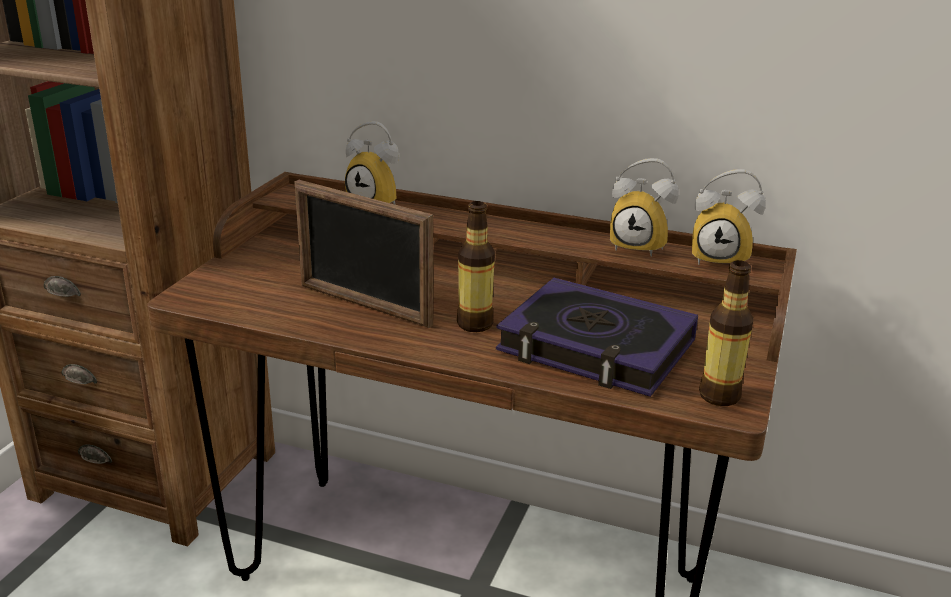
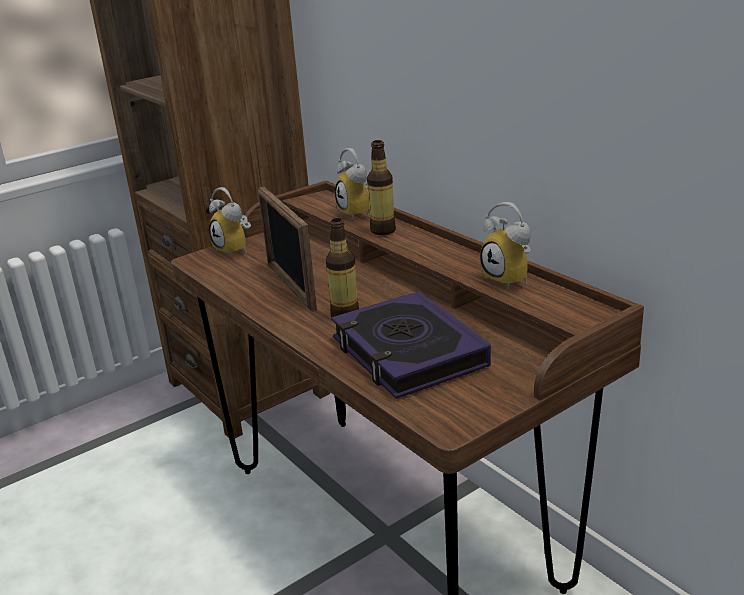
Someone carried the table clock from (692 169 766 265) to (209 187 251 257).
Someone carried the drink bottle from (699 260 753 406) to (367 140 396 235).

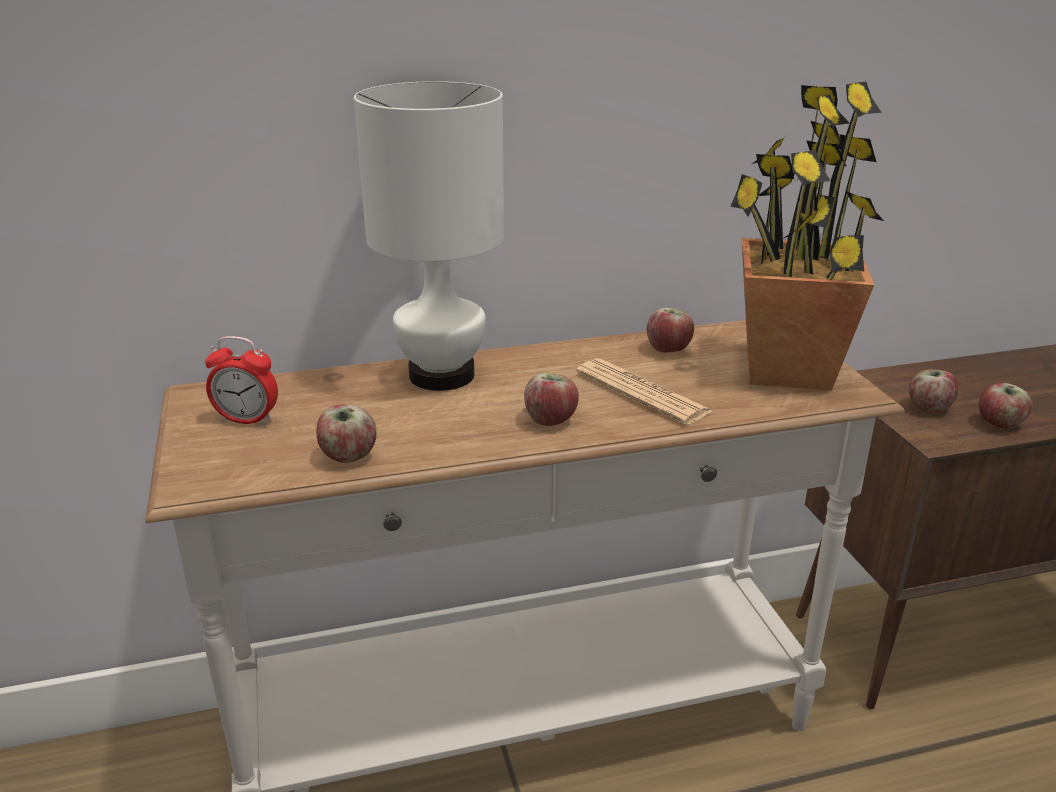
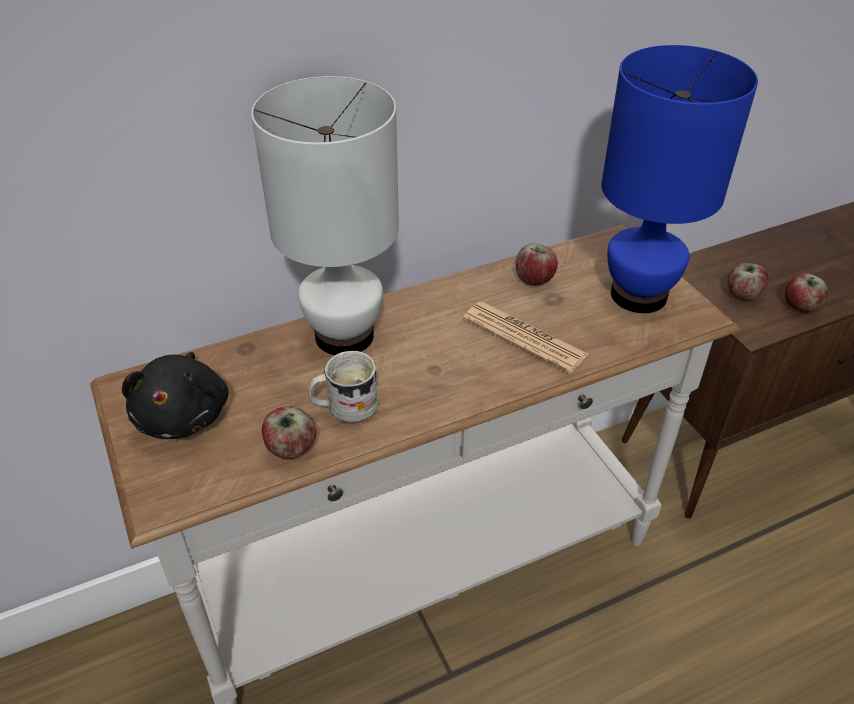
Someone swapped the table clock at (205 336 278 425) for the black-coloured soft toy at (122 352 229 439).
Someone put down the white coffee mug at (308 351 379 423).
Someone swapped the potted plant at (730 82 884 391) for the blue-coloured table lamp at (601 45 758 313).
Someone took away the apple fruit at (524 373 579 426).

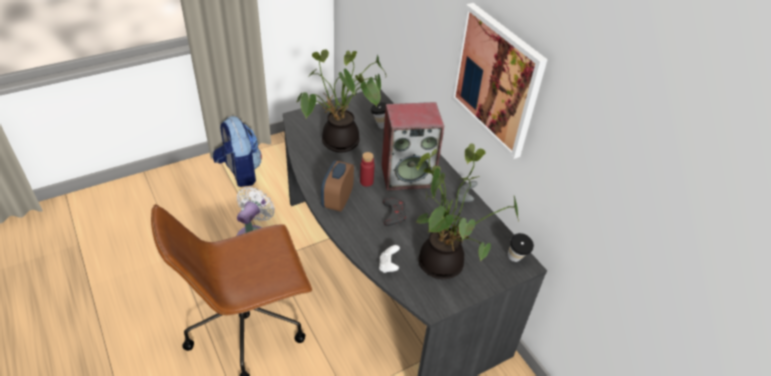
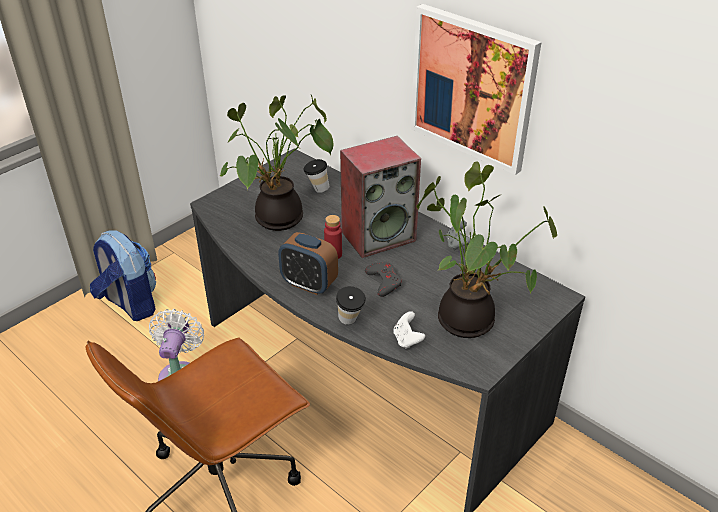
Someone rotated the table clock at (321 160 354 212) by 60 degrees counterclockwise.
Someone carried the drinking cup from (508 233 534 262) to (336 286 366 325).

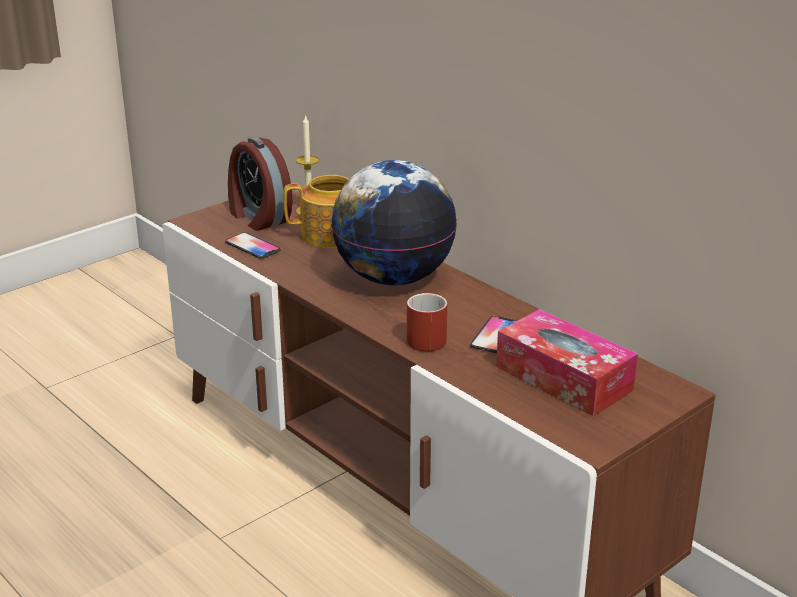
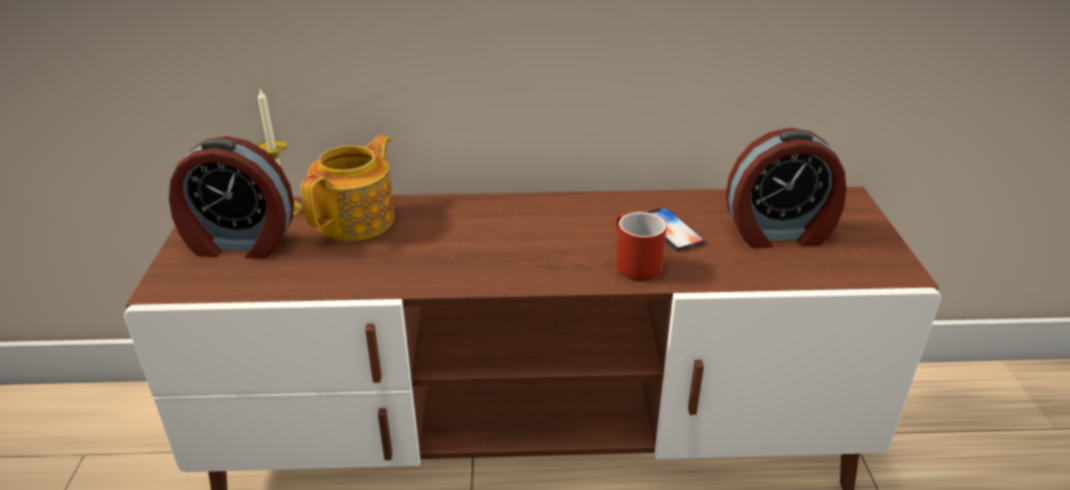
Someone swapped the box of tissues at (496 309 638 416) for the table clock at (726 128 847 248).
Someone took away the phone at (225 232 281 259).
Someone took away the desk globe at (331 160 457 285).

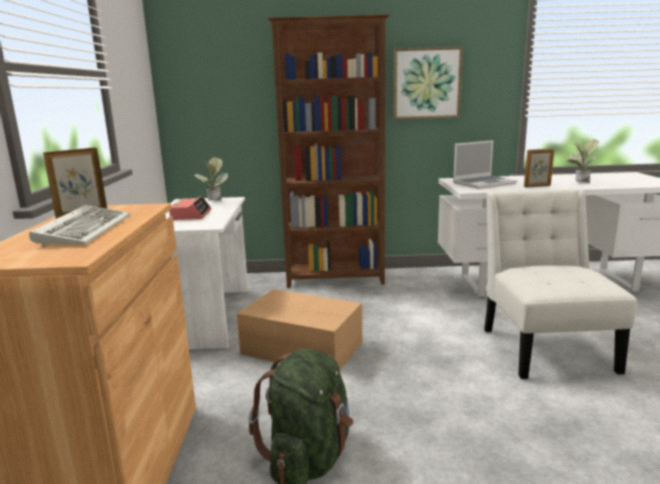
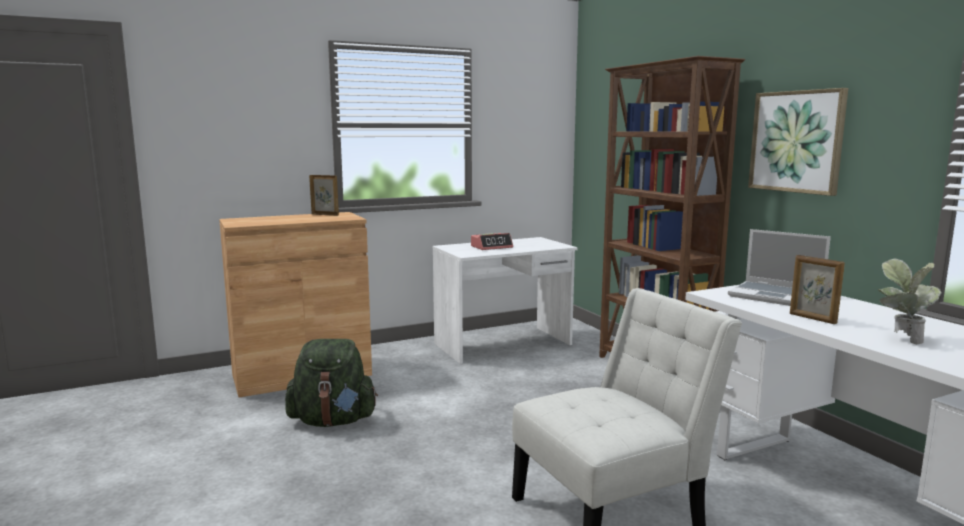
Someone took away the keyboard at (29 205 131 246).
Someone took away the potted plant at (195 157 228 201).
Someone took away the packing box at (237 289 362 370).

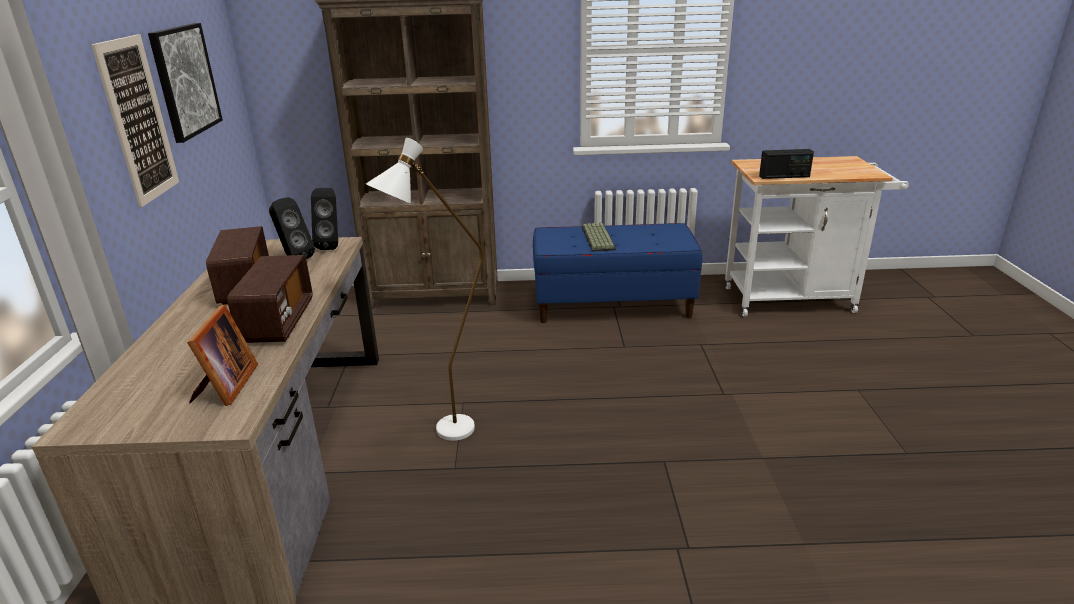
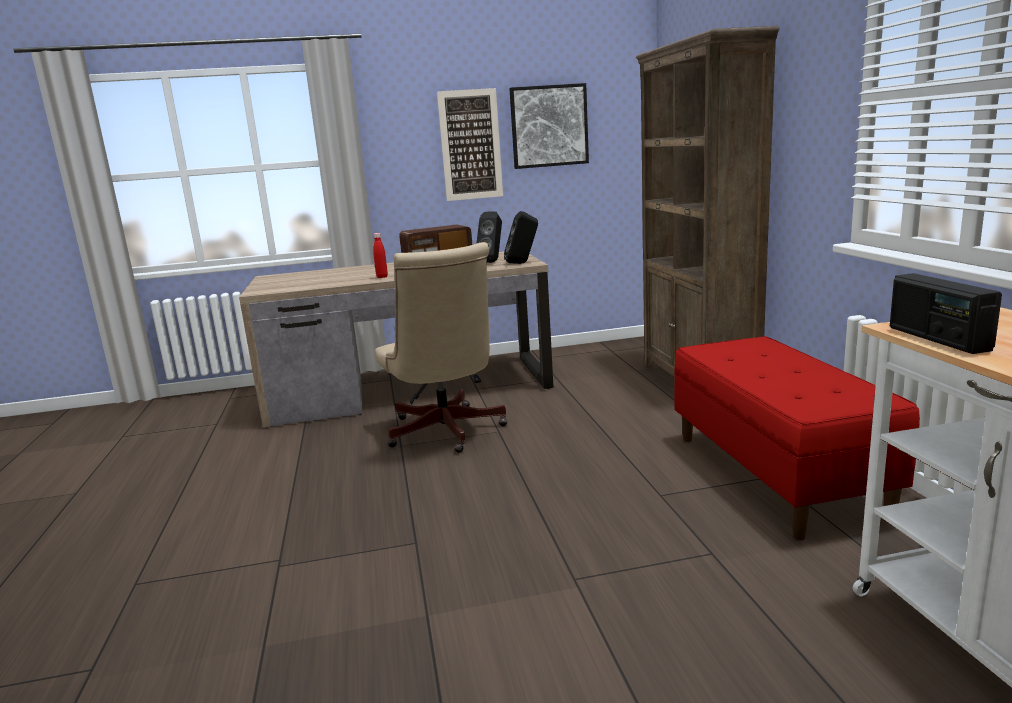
Someone swapped the radio receiver at (227 255 313 343) for the red drink bottle at (373 233 388 278).
Someone swapped the white floor lamp at (366 138 484 441) for the sand-coloured desk chair at (375 242 508 453).
Someone repainted the blue-coloured bench at (533 223 703 323), which became the red bench at (674 336 920 540).
Someone took away the picture frame at (187 304 258 406).
Someone took away the keyboard at (582 223 616 252).

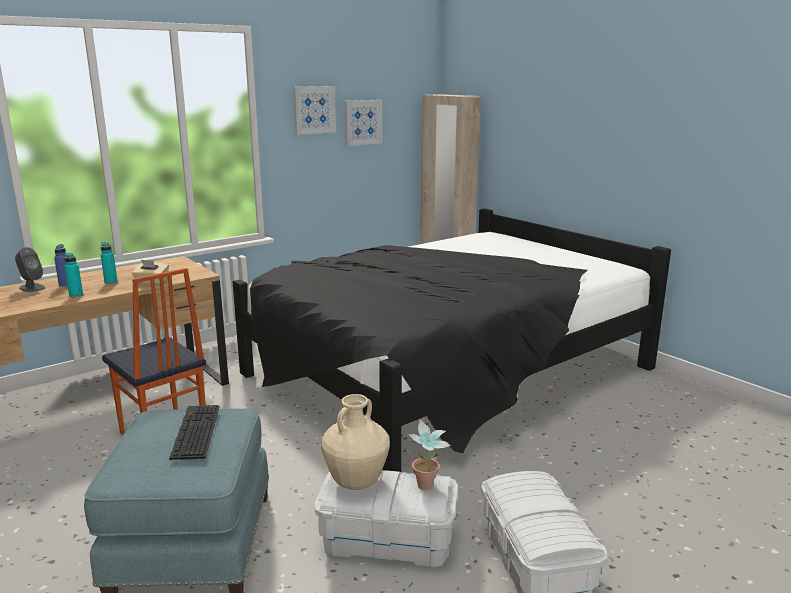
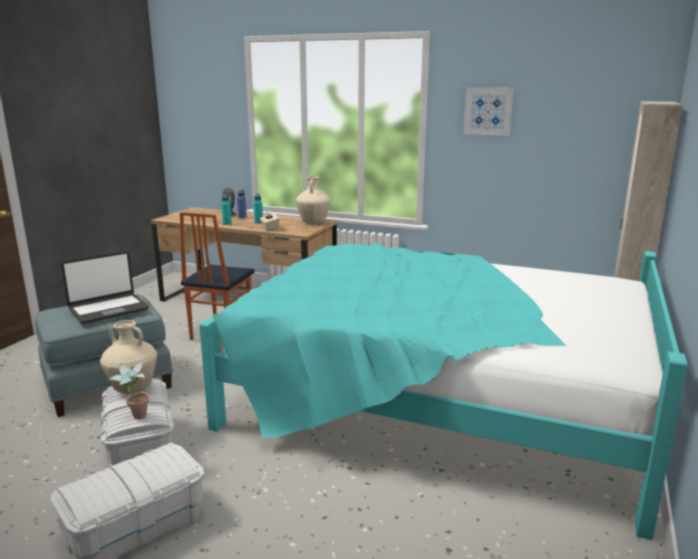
Someone swapped the keyboard at (169 405 219 461) for the notebook computer at (61 251 149 324).
Someone repainted the black-coloured bed at (233 209 671 472), which became the blue-green bed at (199 243 688 540).
Someone put down the sand-coloured flower vase at (296 176 331 225).
Someone took away the wall art at (345 100 382 146).

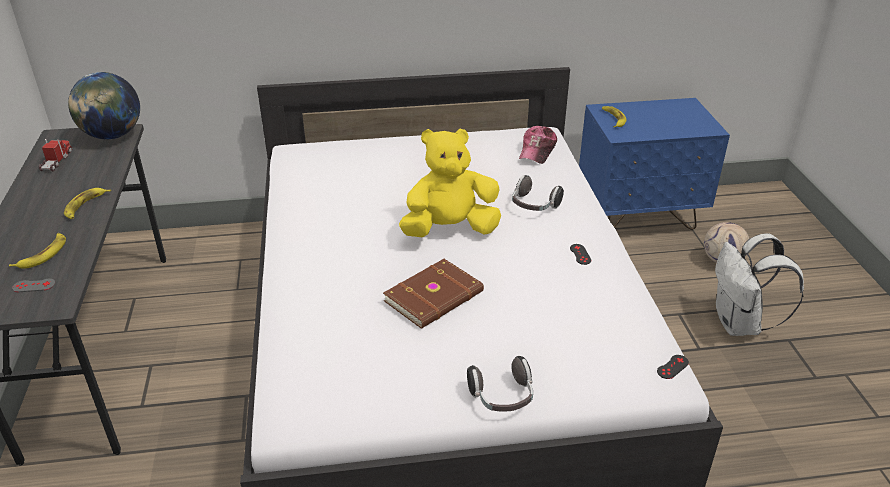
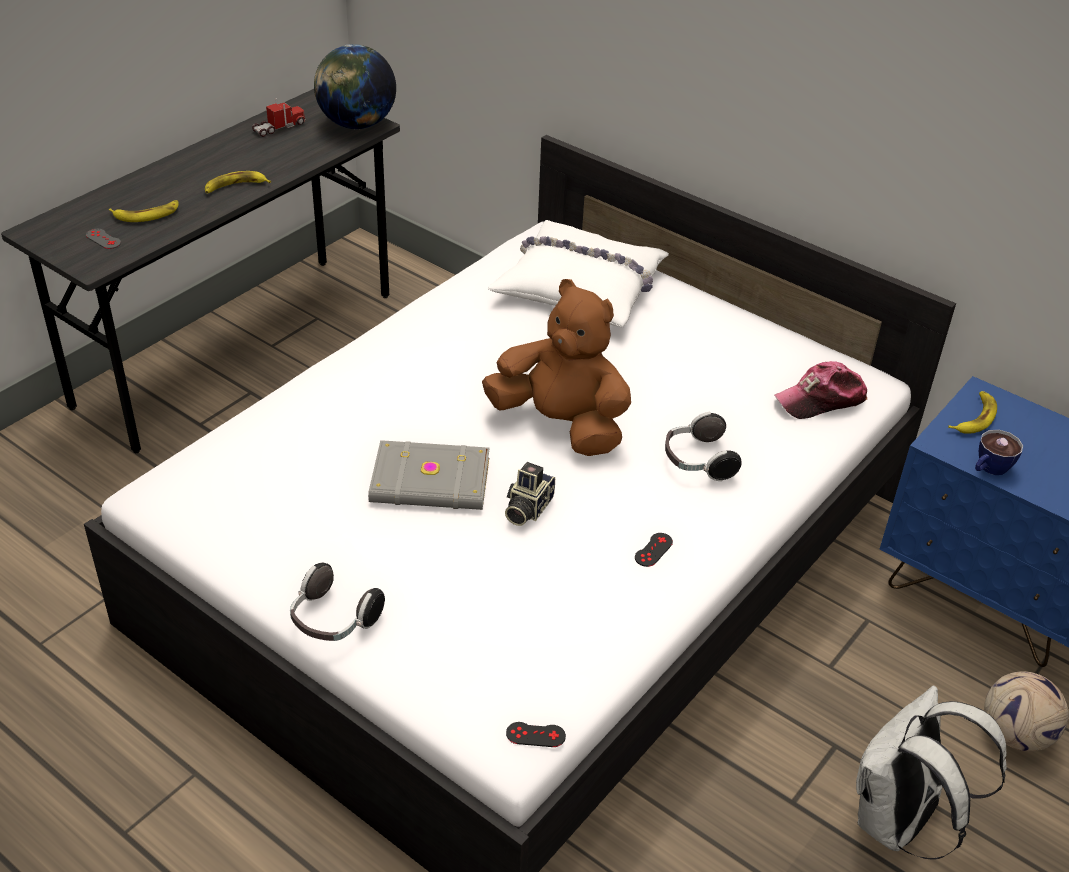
Someone repainted the brown book at (383 259 484 329), which became the gray book at (368 440 490 510).
Someone repainted the yellow soft toy at (399 128 501 238), which became the brown soft toy at (482 279 631 456).
Someone put down the white pillow at (488 220 669 327).
Someone put down the photo camera at (505 462 555 526).
Someone put down the drinking cup at (975 430 1023 475).

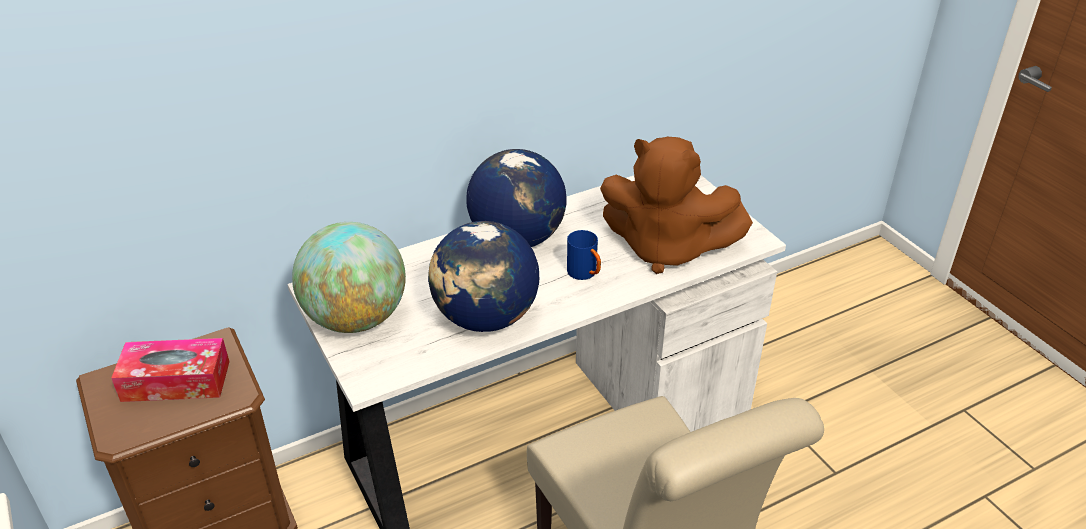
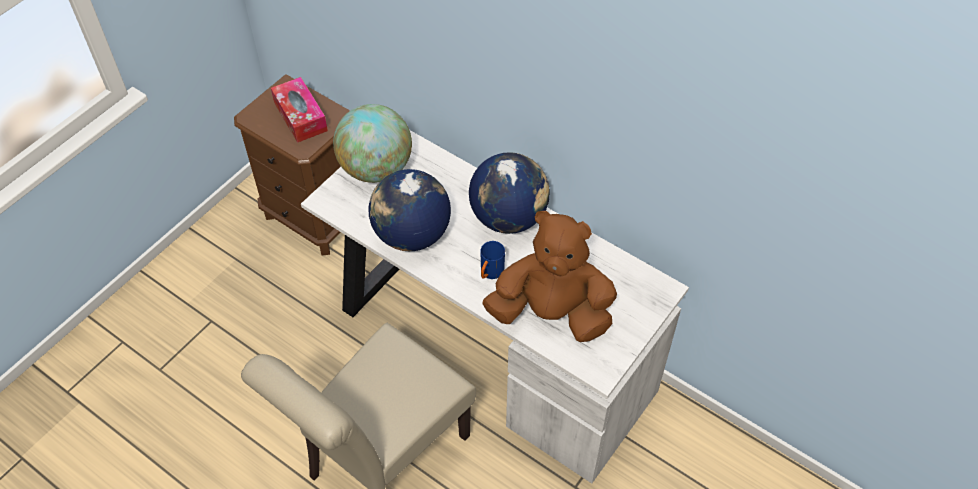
Someone rotated the brown soft toy at (600 137 753 274) by 105 degrees clockwise.

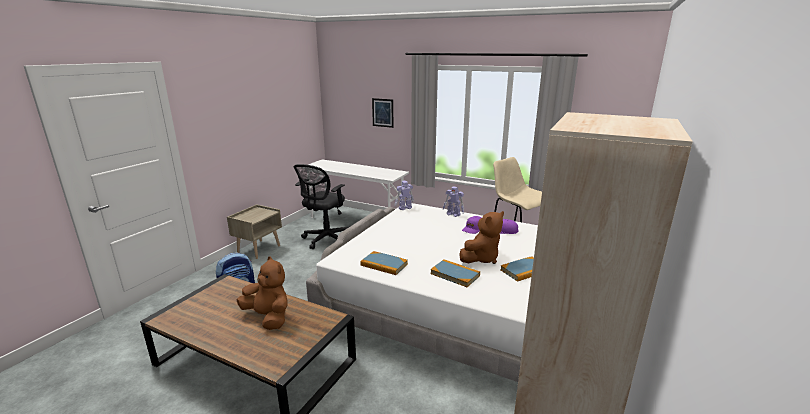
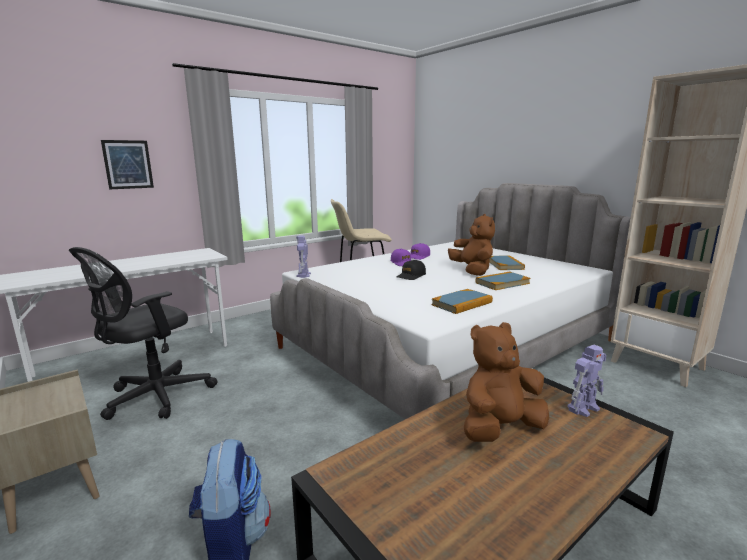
Someone rotated the black-coloured desk chair at (294 164 349 249) by 75 degrees clockwise.
Someone put down the black-coloured peaked cap at (397 260 426 280).
Someone carried the model robot from (443 186 464 217) to (567 345 606 417).

